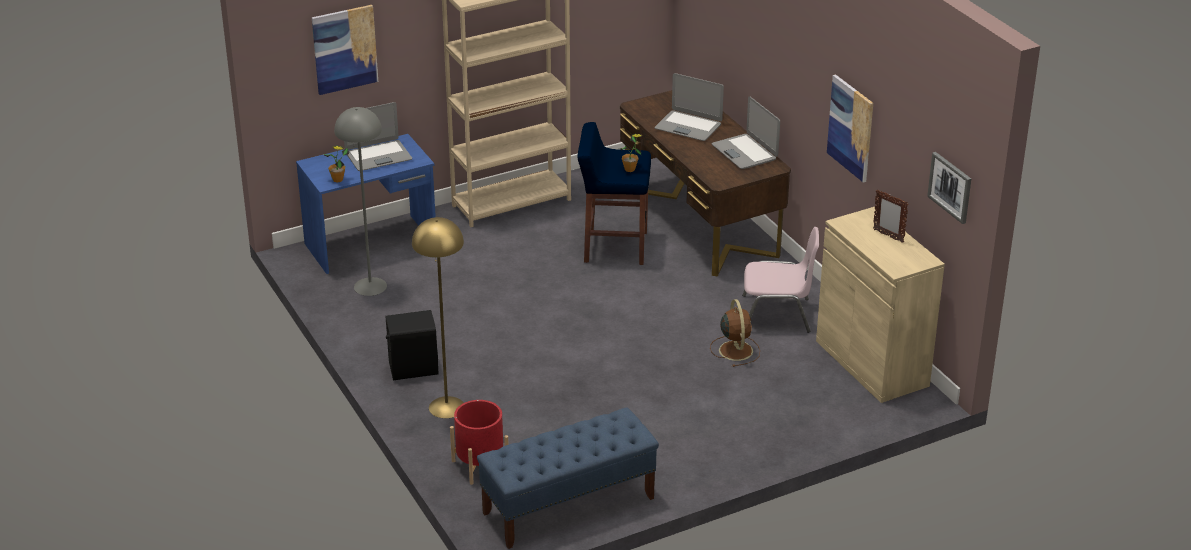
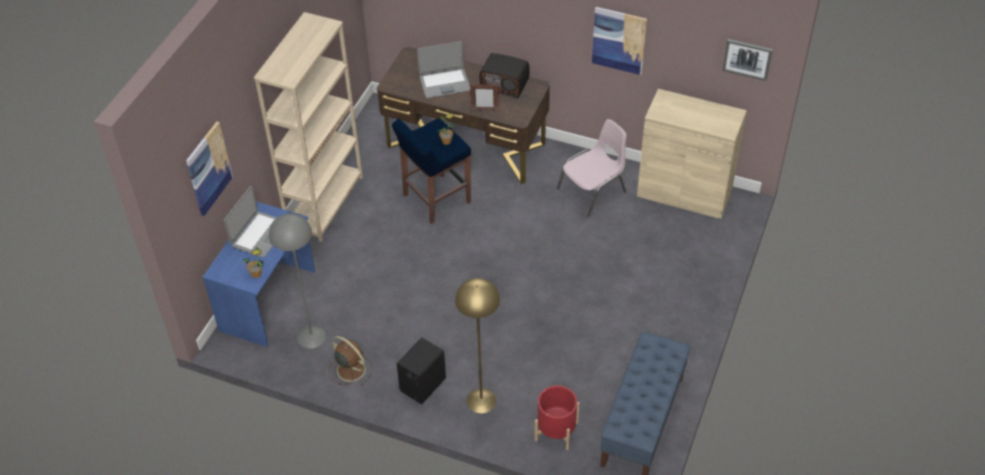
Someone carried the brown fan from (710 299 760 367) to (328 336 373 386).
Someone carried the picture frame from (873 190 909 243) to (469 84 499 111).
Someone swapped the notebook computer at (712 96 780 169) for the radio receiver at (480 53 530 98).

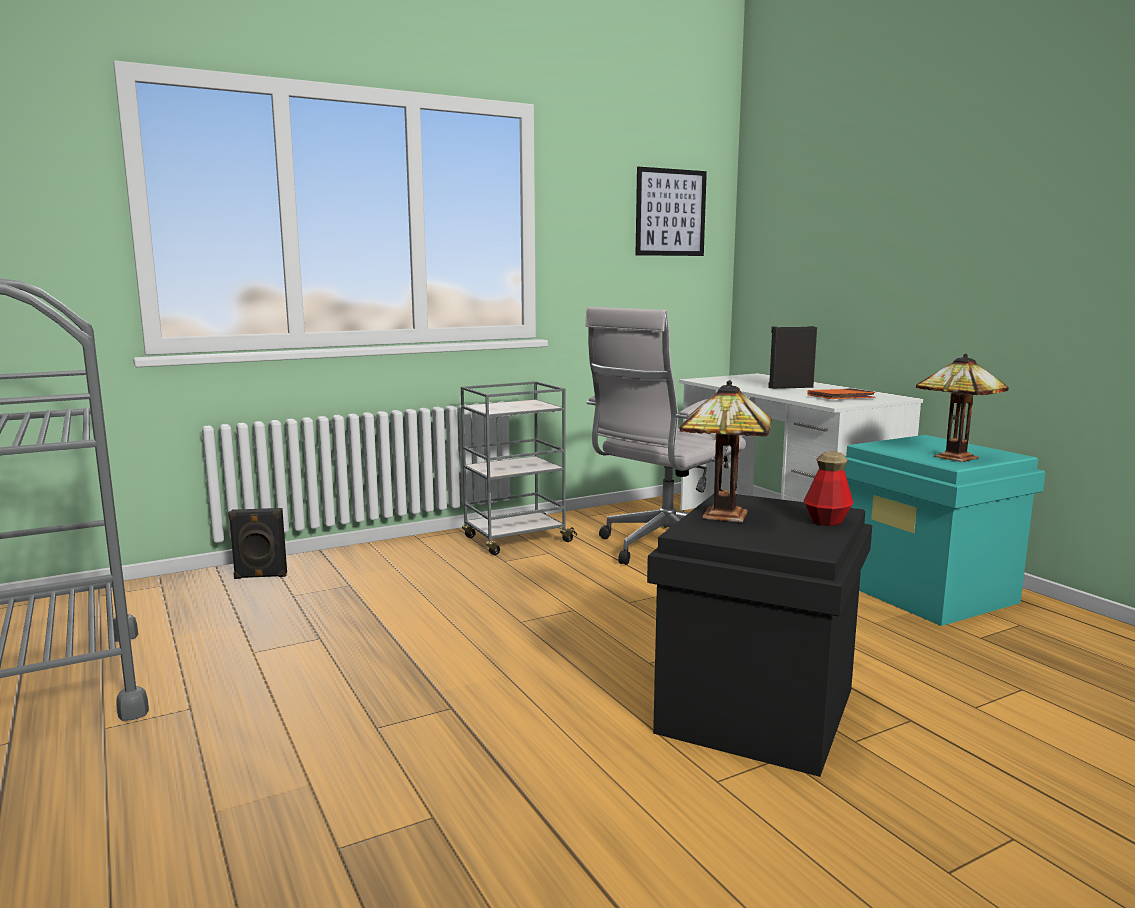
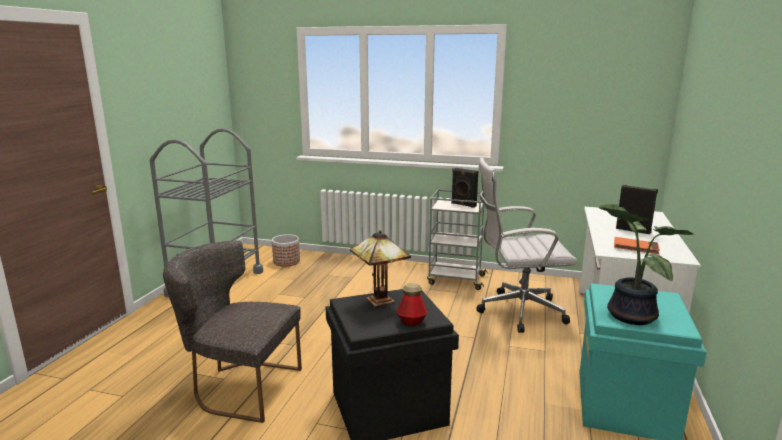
Someone put down the gray plain chair at (163 240 302 423).
Someone put down the flower pot at (272 234 300 266).
Someone carried the black-coloured loudspeaker from (228 508 287 579) to (451 168 478 208).
Someone swapped the table lamp at (916 354 1009 462) for the potted plant at (599 204 695 325).
Someone took away the wall art at (636 167 707 256).

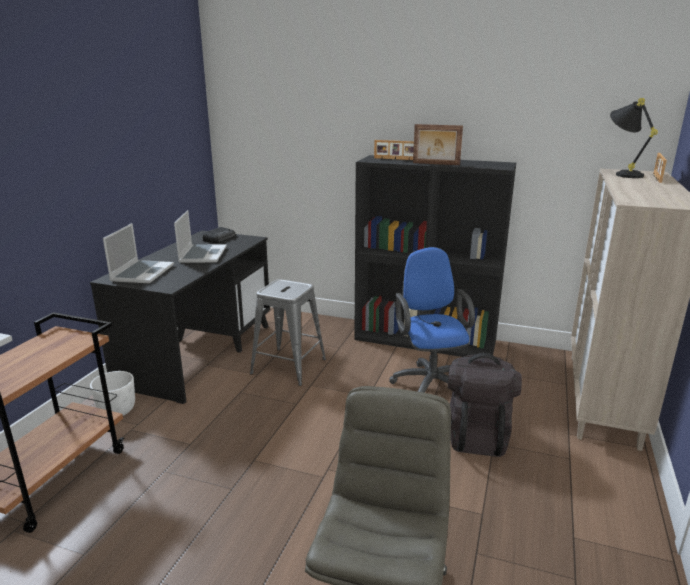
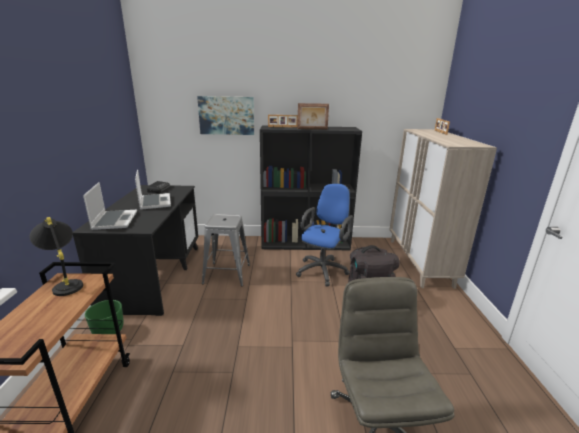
Someone carried the black-coloured table lamp from (610 98 658 178) to (30 217 83 296).
Someone repainted the white flower pot at (90 371 135 416), which became the green-coloured flower pot at (85 300 124 334).
Someone put up the wall art at (197 96 254 135).
Someone rotated the blue-coloured desk chair at (389 247 475 393) by 60 degrees clockwise.

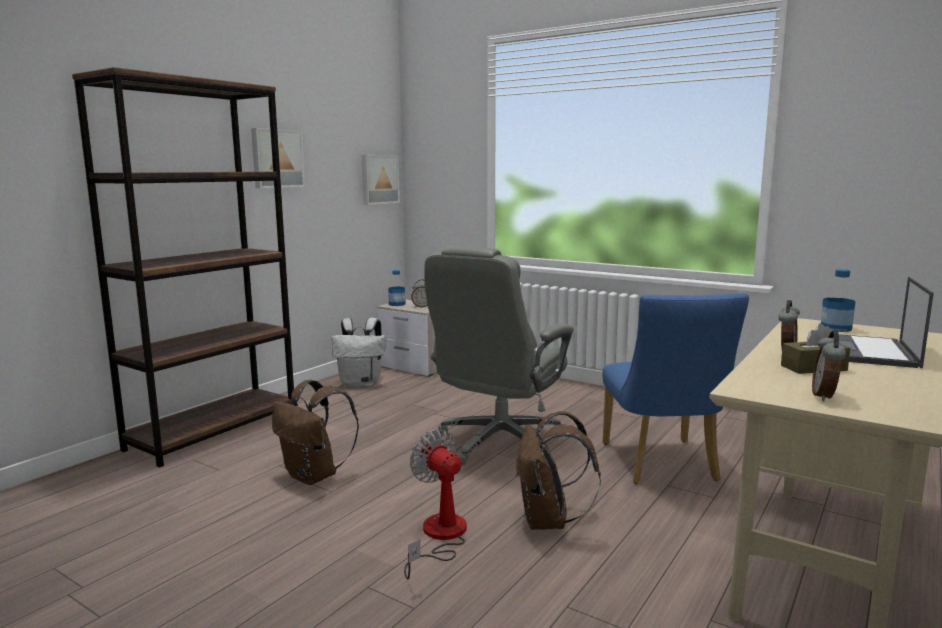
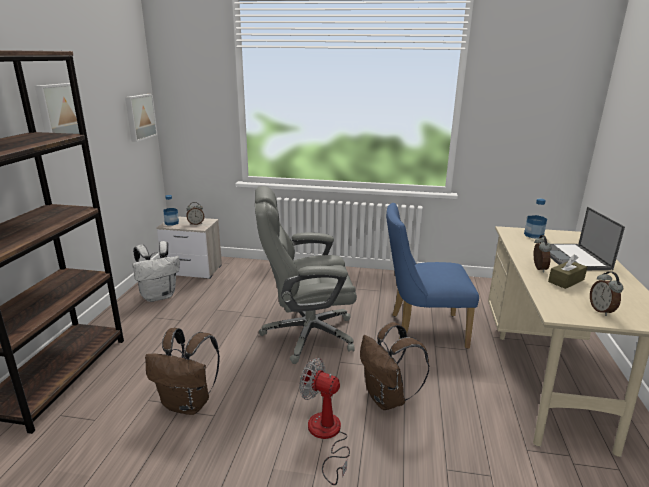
Someone rotated the gray desk chair at (424 246 574 465) by 75 degrees clockwise.
Someone rotated the blue-coloured plain chair at (603 293 749 484) by 120 degrees clockwise.

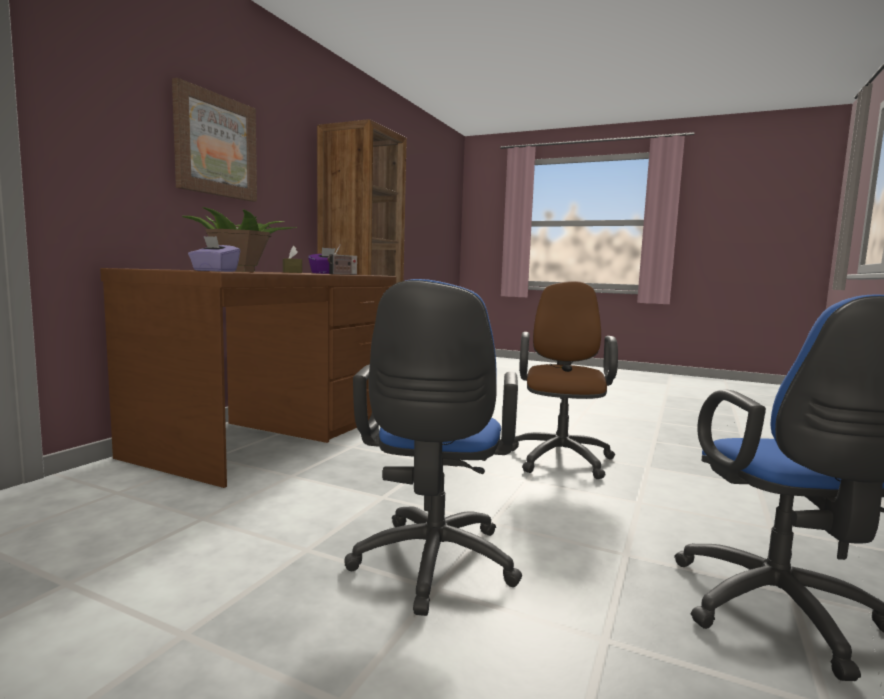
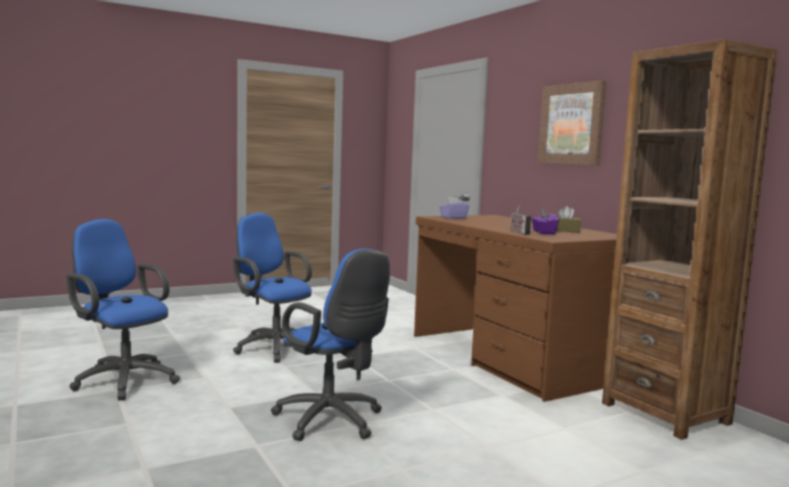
Someone repainted the brown desk chair at (511 281 618 479), which became the blue-coloured desk chair at (271 249 390 441).
Someone took away the potted plant at (182 207 297 272).

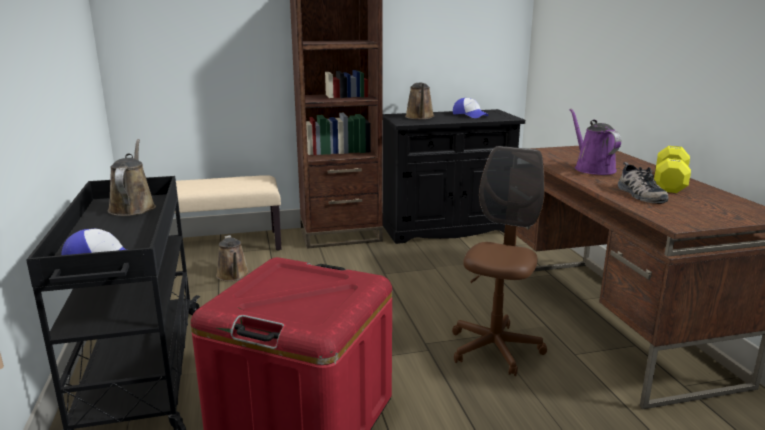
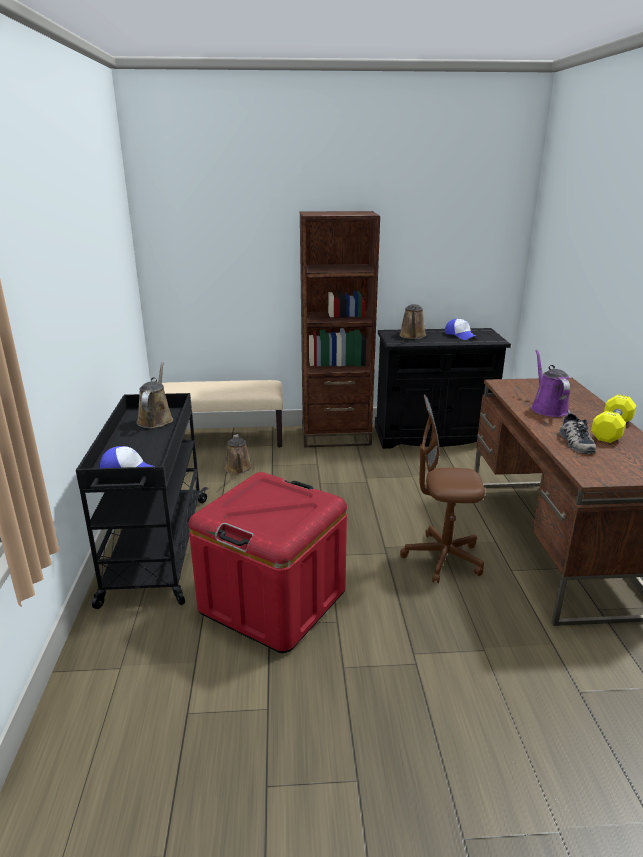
Someone rotated the brown desk chair at (452 146 547 376) by 120 degrees counterclockwise.

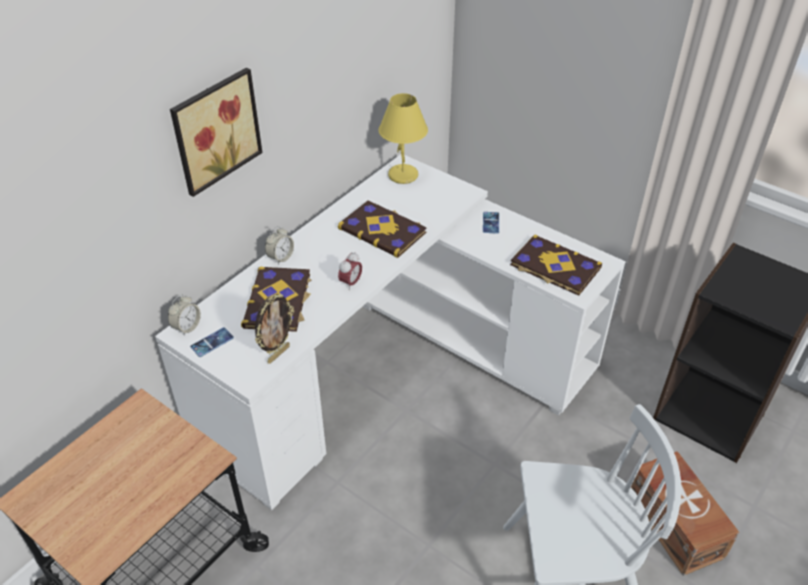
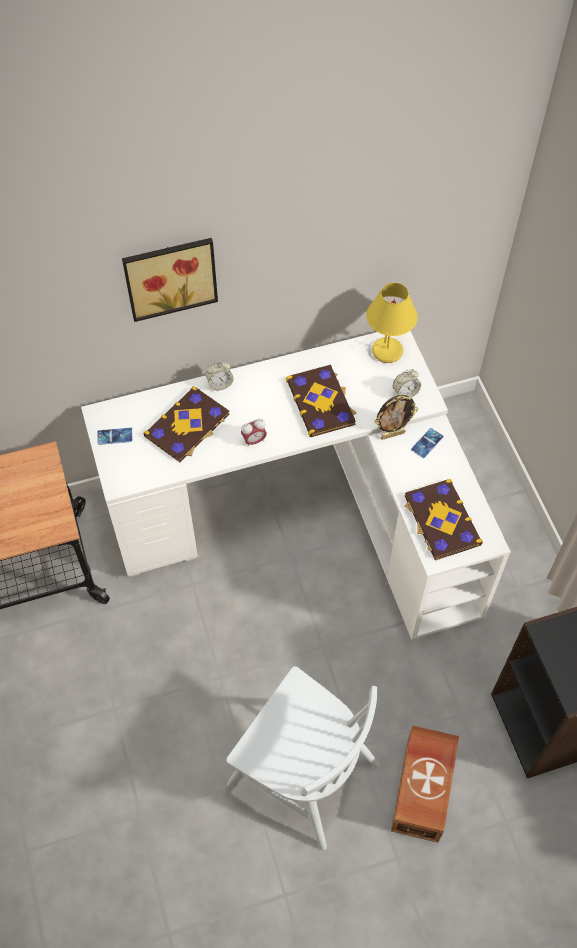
Someone carried the picture frame from (255 293 294 364) to (375 395 418 440).
Someone carried the table clock from (168 294 201 336) to (393 369 421 398).

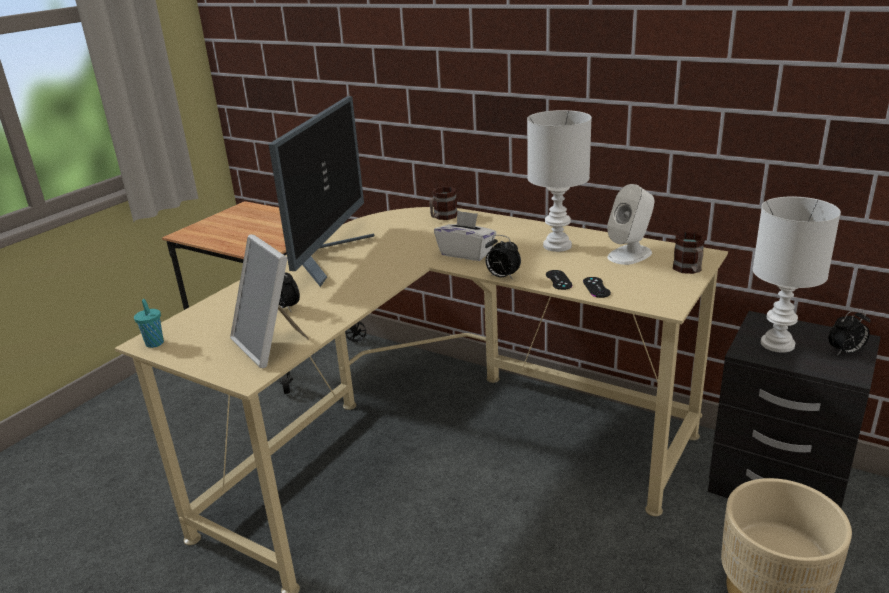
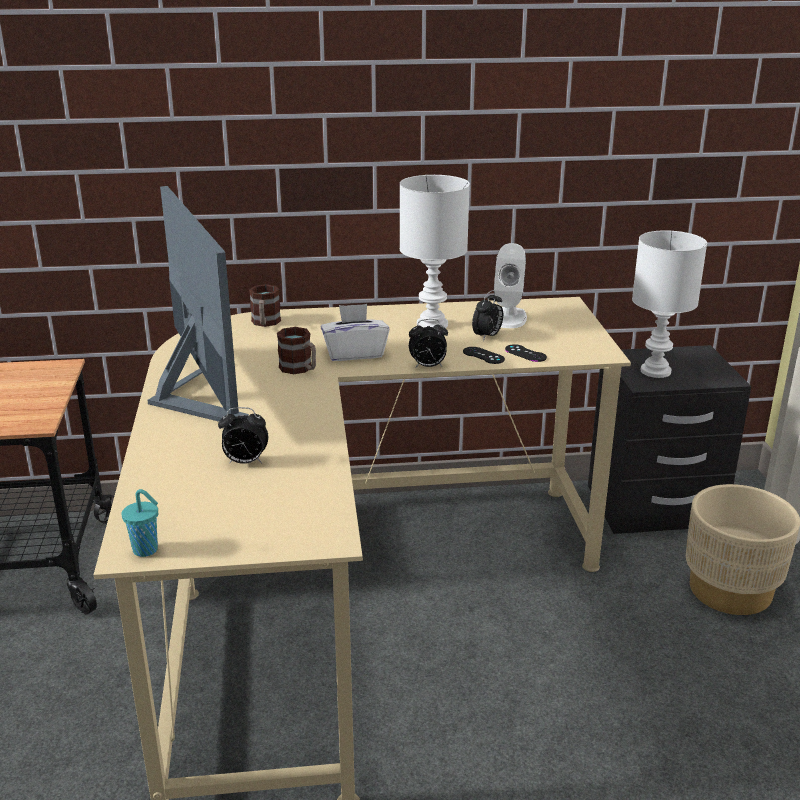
Someone carried the coffee mug from (673 232 705 274) to (277 327 316 374).
Someone carried the table clock from (828 309 871 356) to (472 290 503 341).
Someone took away the picture frame at (230 234 309 368).

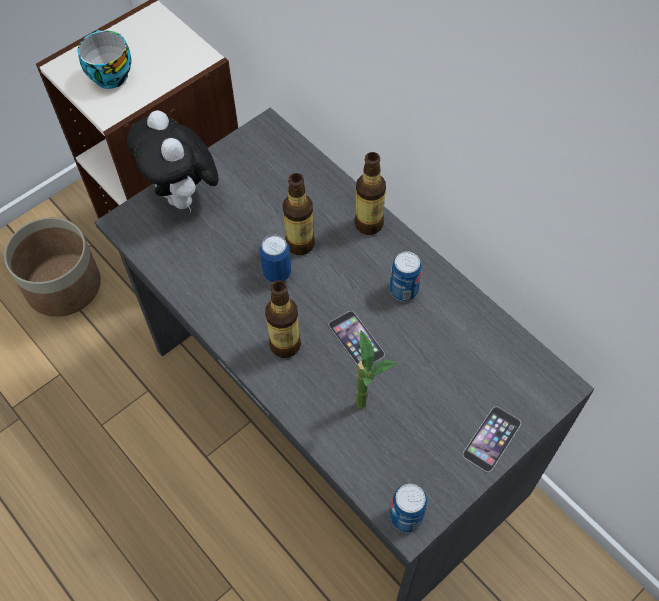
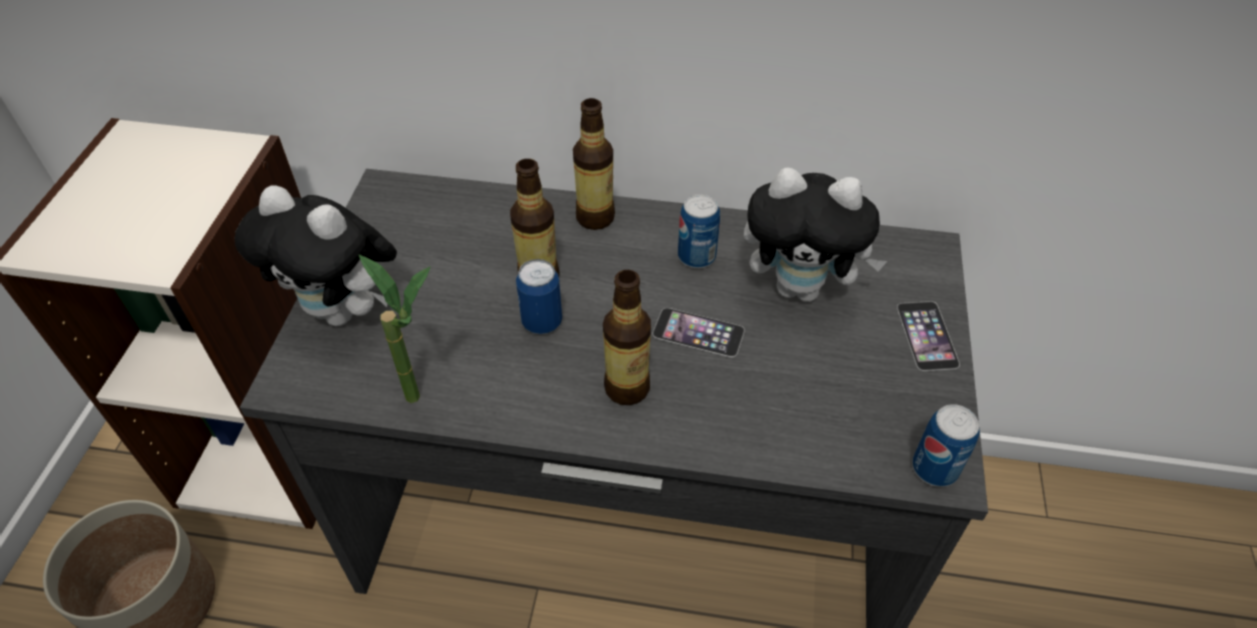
Someone carried the potted plant from (356 330 397 409) to (359 255 430 403).
Someone put down the soft toy at (744 168 888 302).
Someone took away the drinking cup at (78 30 131 89).

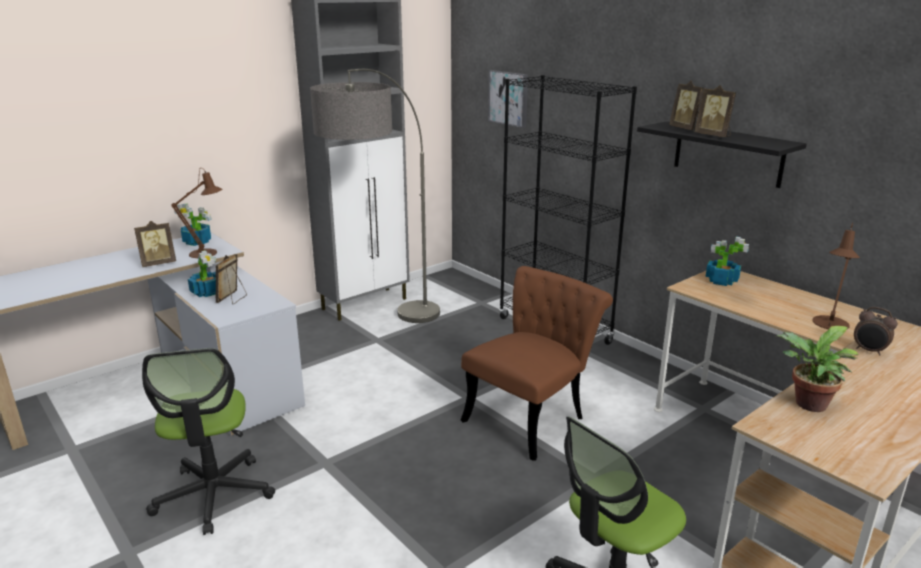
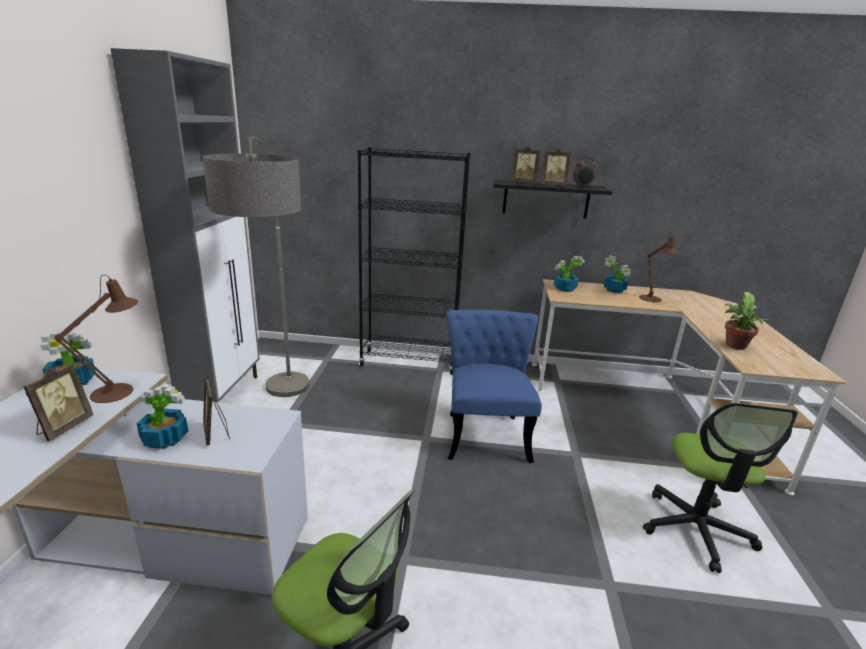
Someone repainted the brown plain chair at (461 266 613 461), which became the blue-coloured plain chair at (446 310 542 463).
Someone carried the table clock from (854 307 898 356) to (573 157 597 186).
Someone put down the potted plant at (604 255 631 293).
Someone took away the wall art at (488 70 528 128).

